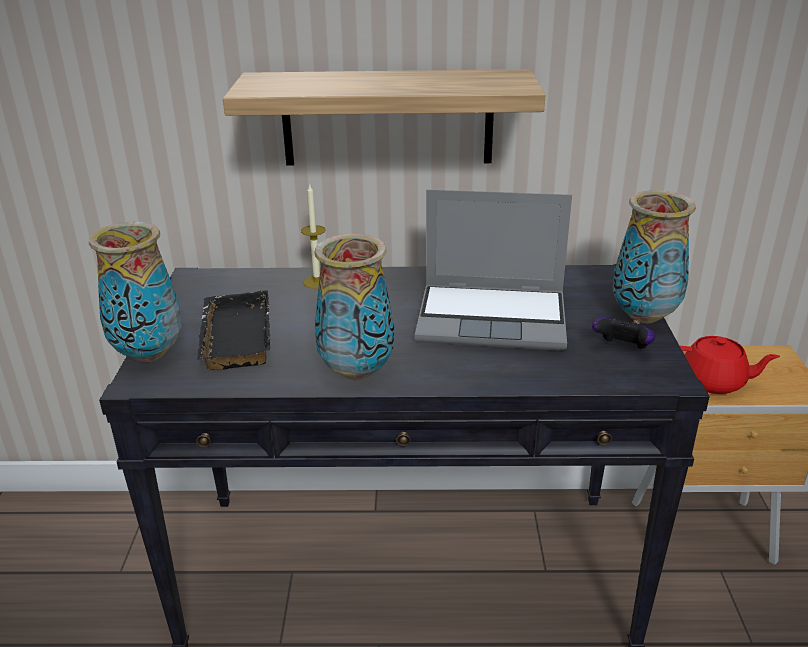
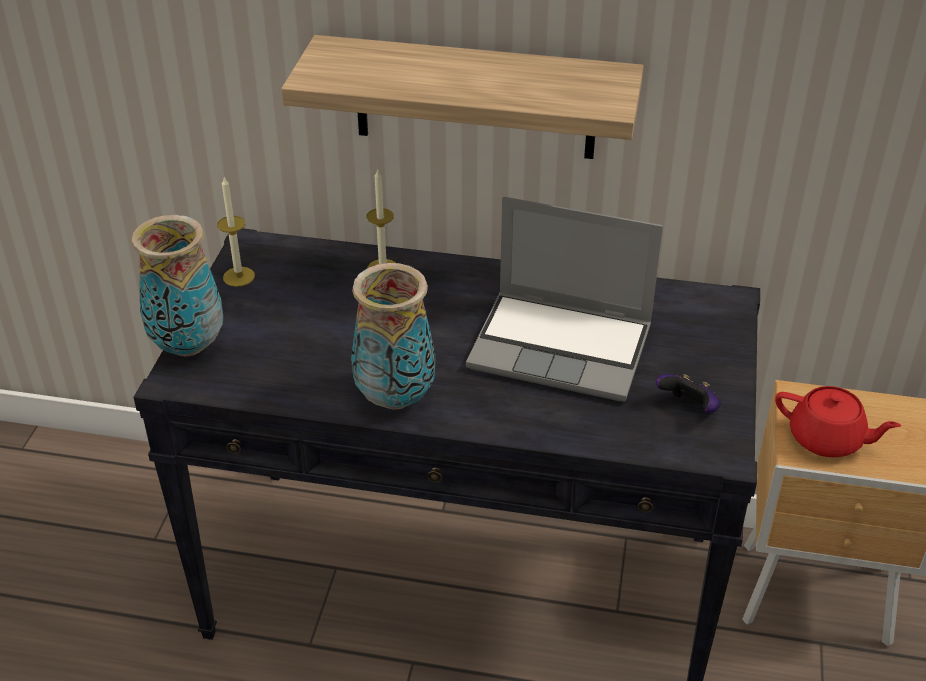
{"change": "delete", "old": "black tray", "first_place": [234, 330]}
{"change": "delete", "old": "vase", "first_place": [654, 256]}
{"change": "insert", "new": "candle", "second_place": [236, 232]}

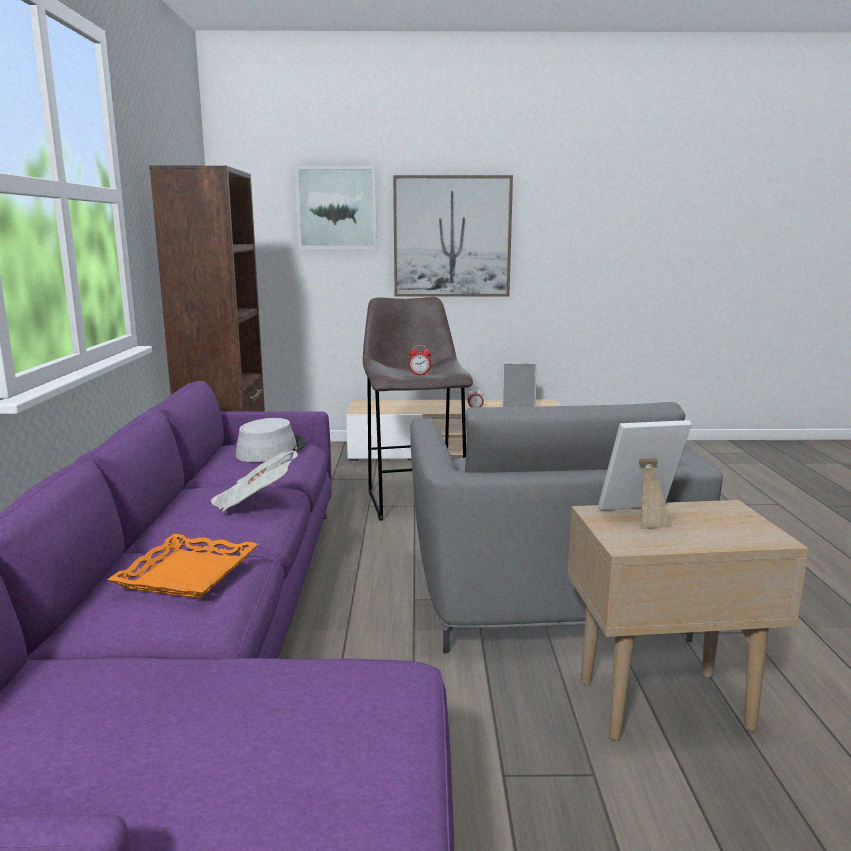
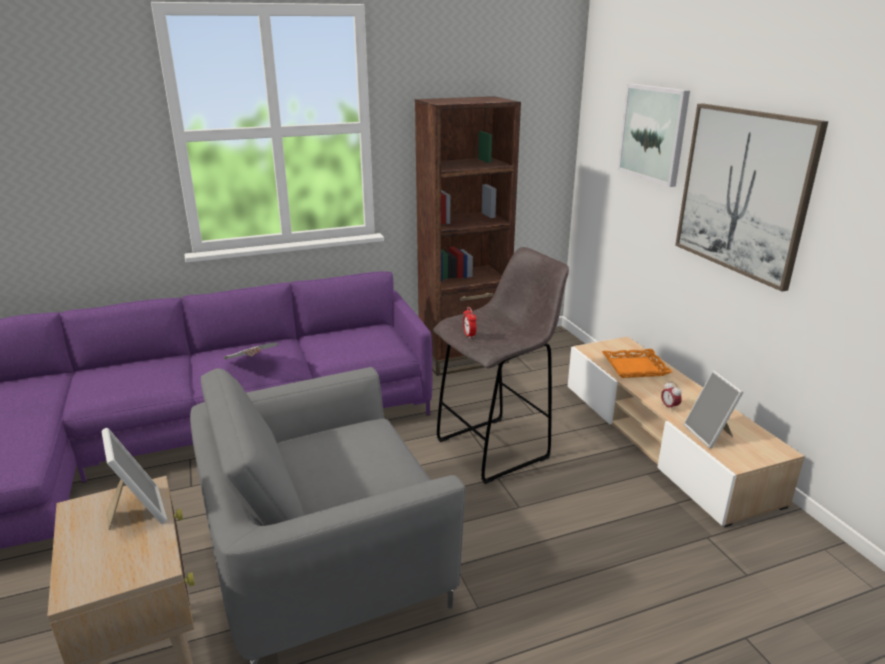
{"change": "delete", "old": "grey hat", "first_place": [271, 440]}
{"change": "move", "old": "orange tray", "first_place": [182, 566], "second_place": [637, 363]}

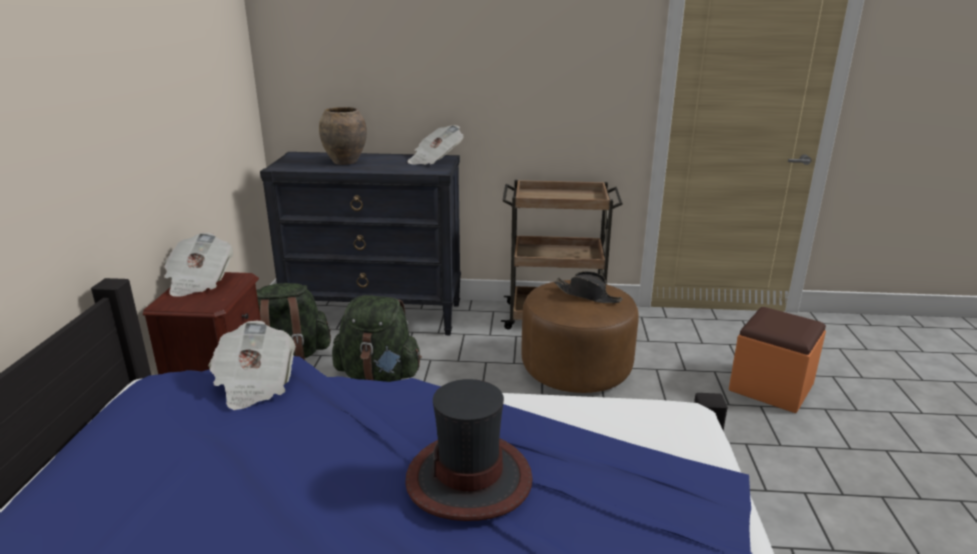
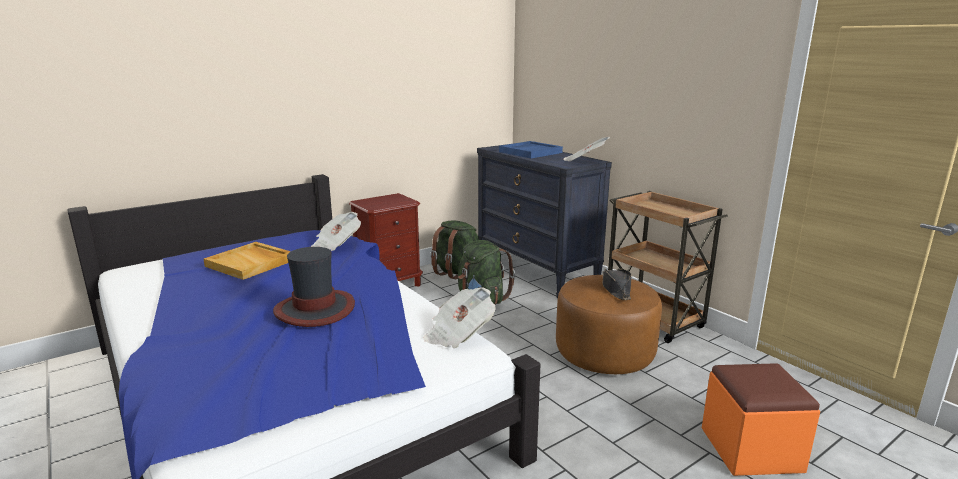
{"change": "insert", "new": "beige tray", "second_place": [247, 261]}
{"change": "move", "old": "newspaper", "first_place": [199, 264], "second_place": [459, 318]}
{"change": "replace", "old": "brown vase", "new": "blue tray", "first_place": [343, 136], "second_place": [531, 149]}

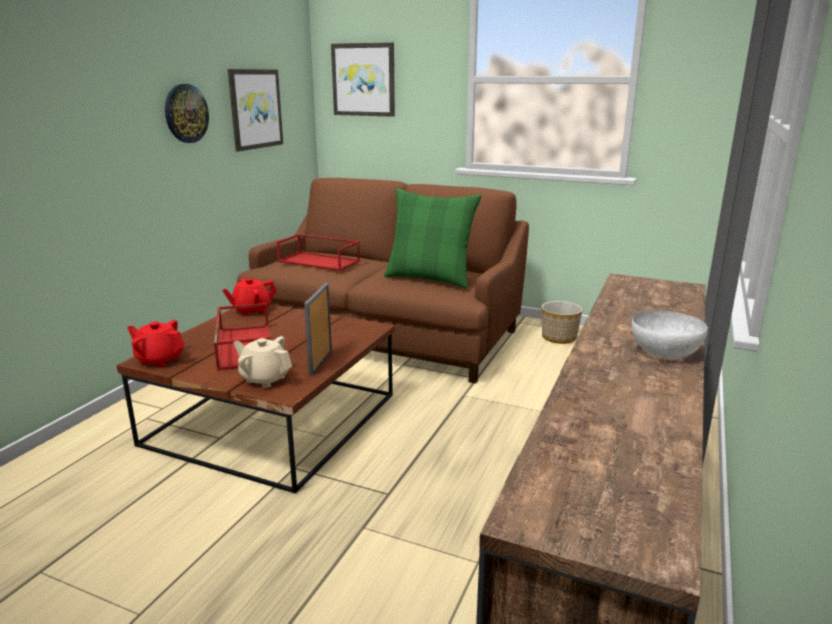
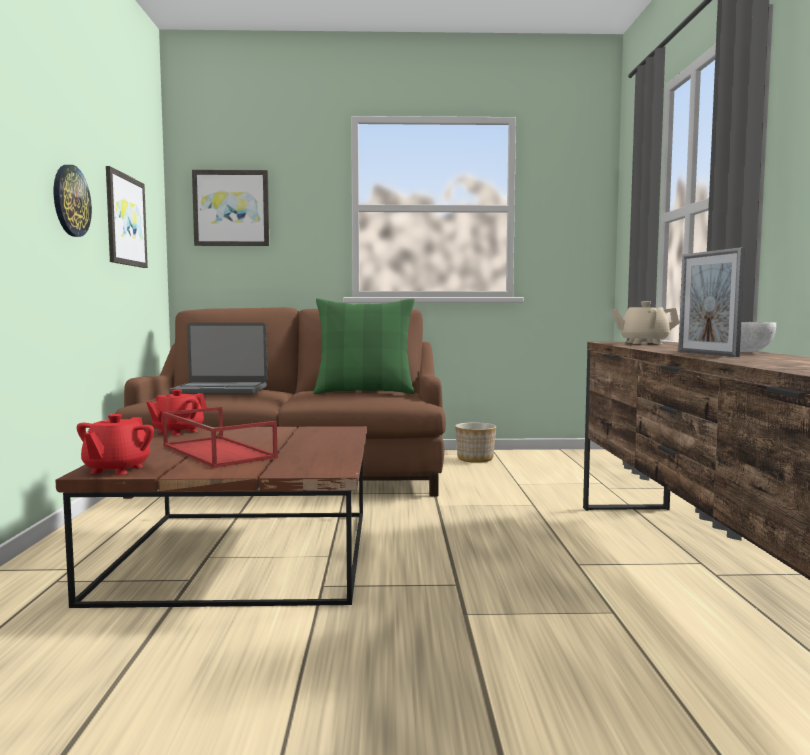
{"change": "move", "old": "beige teapot", "first_place": [263, 362], "second_place": [645, 322]}
{"change": "move", "old": "picture frame", "first_place": [318, 329], "second_place": [711, 302]}
{"change": "replace", "old": "red tray", "new": "laptop", "first_place": [318, 252], "second_place": [218, 358]}
{"change": "rotate", "old": "red teapot", "first_place": [156, 344], "second_place": [115, 444], "degrees": -75}

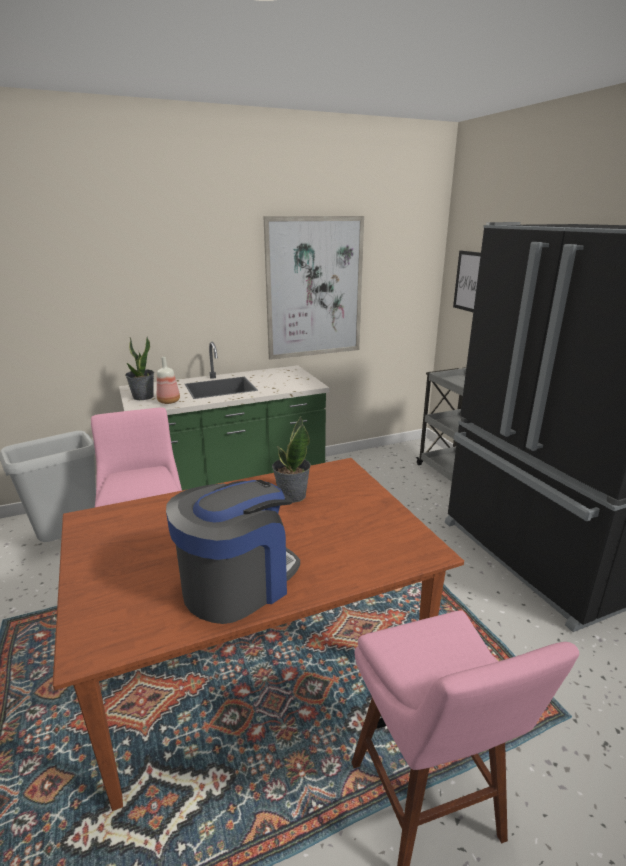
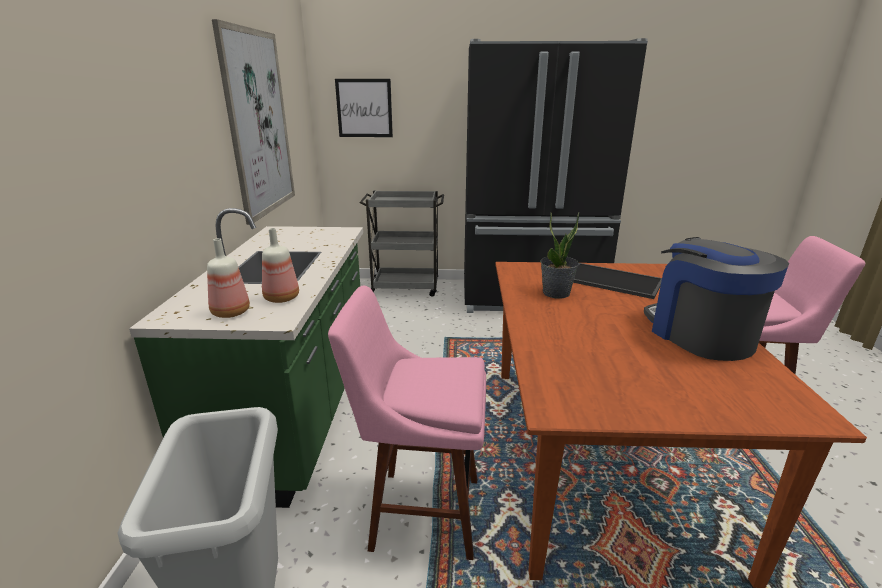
{"change": "insert", "new": "tray", "second_place": [617, 281]}
{"change": "replace", "old": "potted plant", "new": "bottle", "first_place": [139, 368], "second_place": [228, 278]}

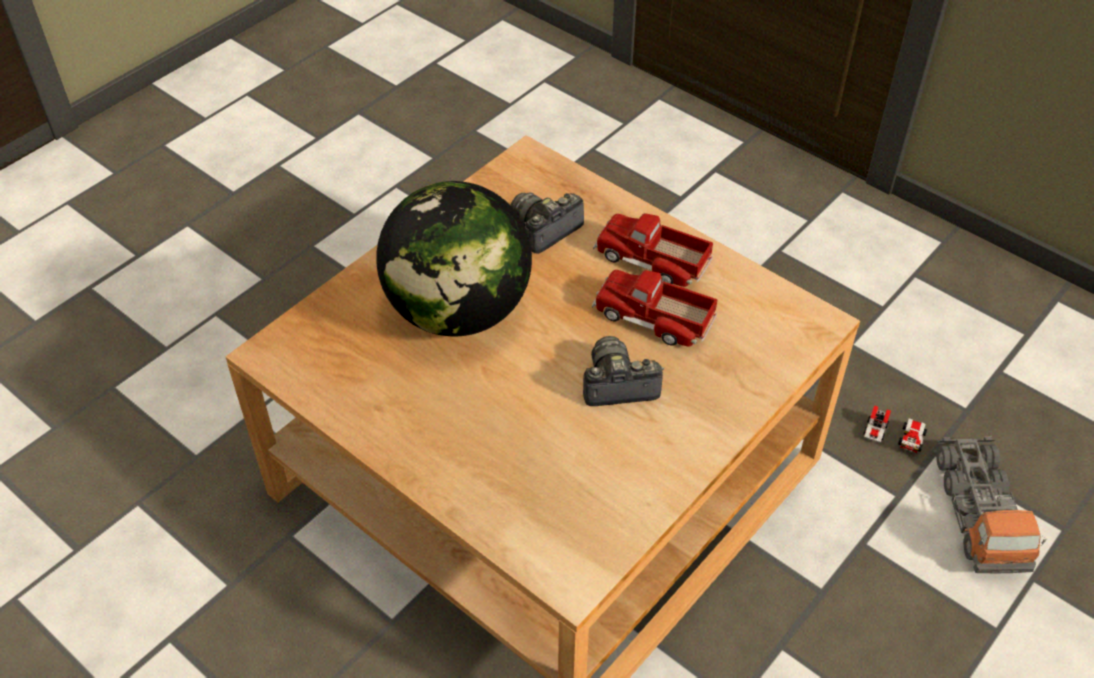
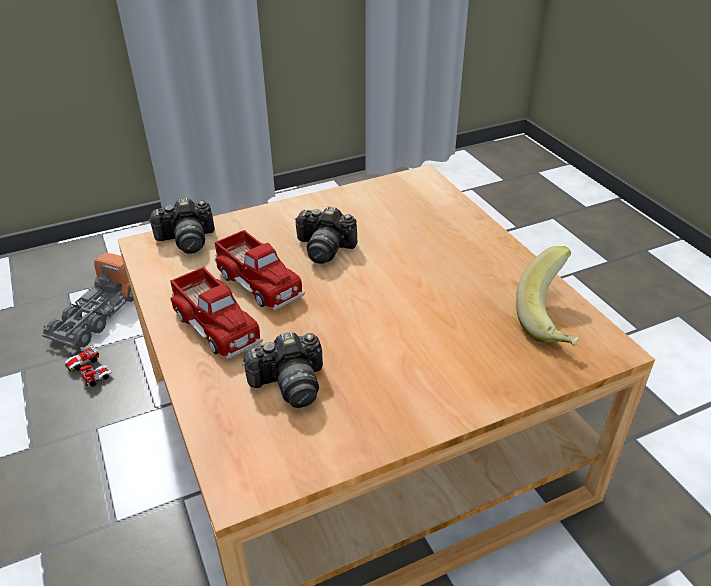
{"change": "delete", "old": "globe", "first_place": [454, 258]}
{"change": "insert", "new": "photo camera", "second_place": [181, 225]}
{"change": "insert", "new": "banana", "second_place": [547, 296]}

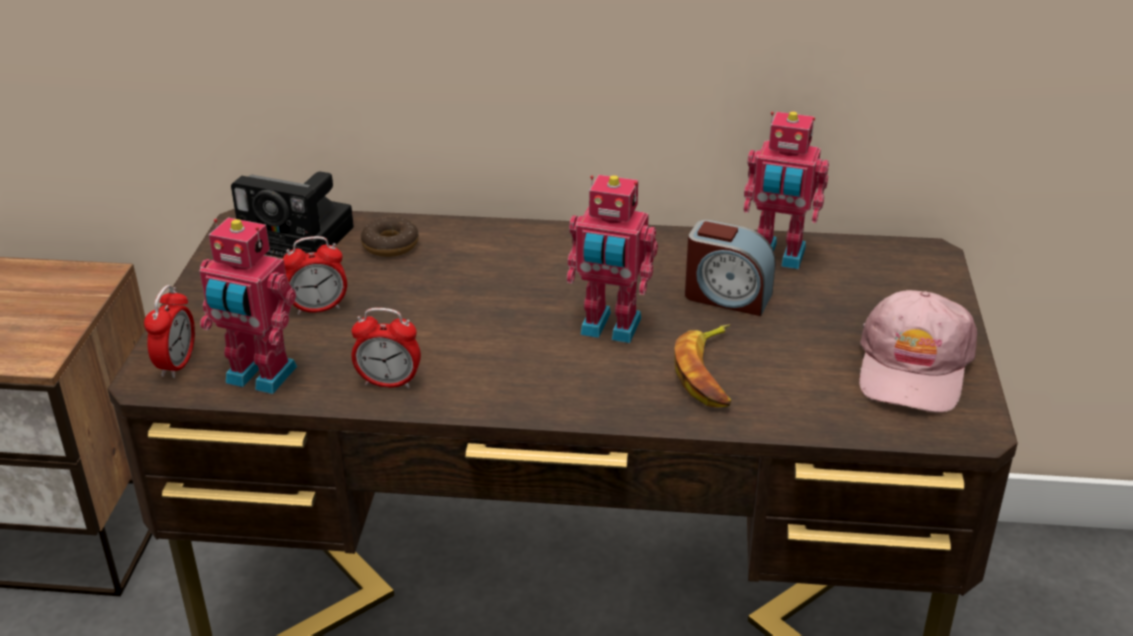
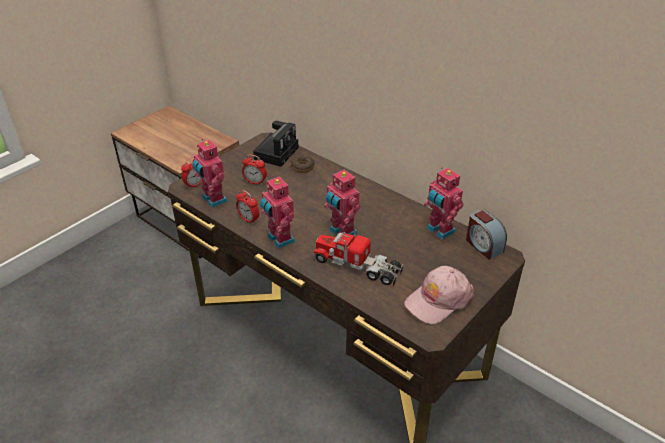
{"change": "insert", "new": "toy robot", "second_place": [277, 212]}
{"change": "move", "old": "alarm clock", "first_place": [730, 268], "second_place": [486, 234]}
{"change": "replace", "old": "banana", "new": "toy truck", "first_place": [702, 365], "second_place": [357, 257]}
{"change": "rotate", "old": "photo camera", "first_place": [292, 214], "second_place": [276, 144], "degrees": -120}

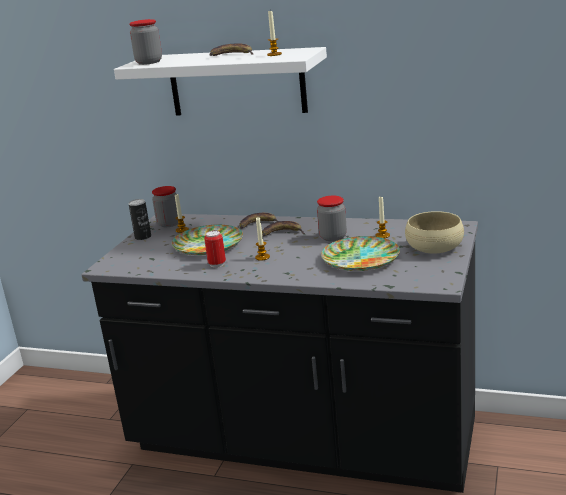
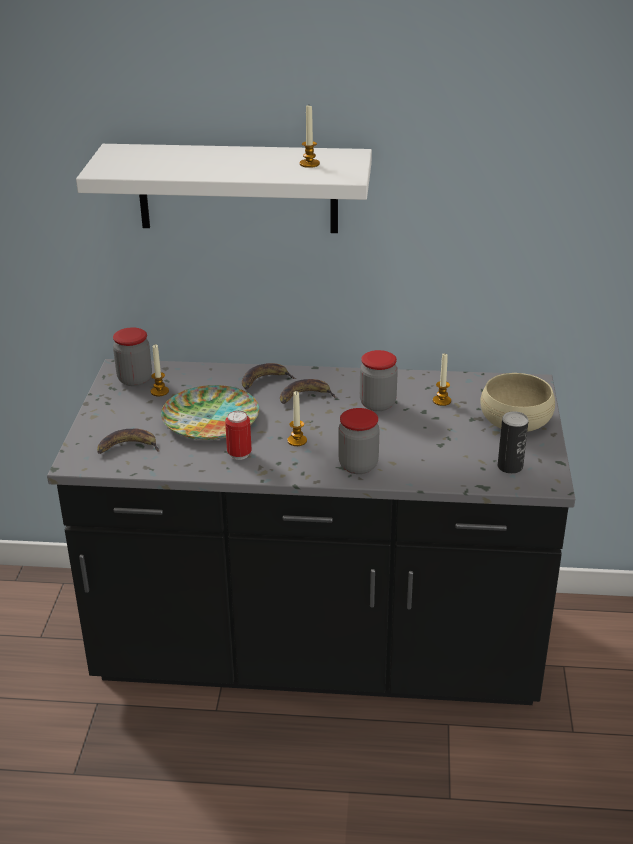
{"change": "delete", "old": "plate", "first_place": [360, 253]}
{"change": "move", "old": "jar", "first_place": [145, 42], "second_place": [359, 441]}
{"change": "move", "old": "can", "first_place": [140, 219], "second_place": [513, 442]}
{"change": "move", "old": "banana", "first_place": [231, 50], "second_place": [128, 441]}

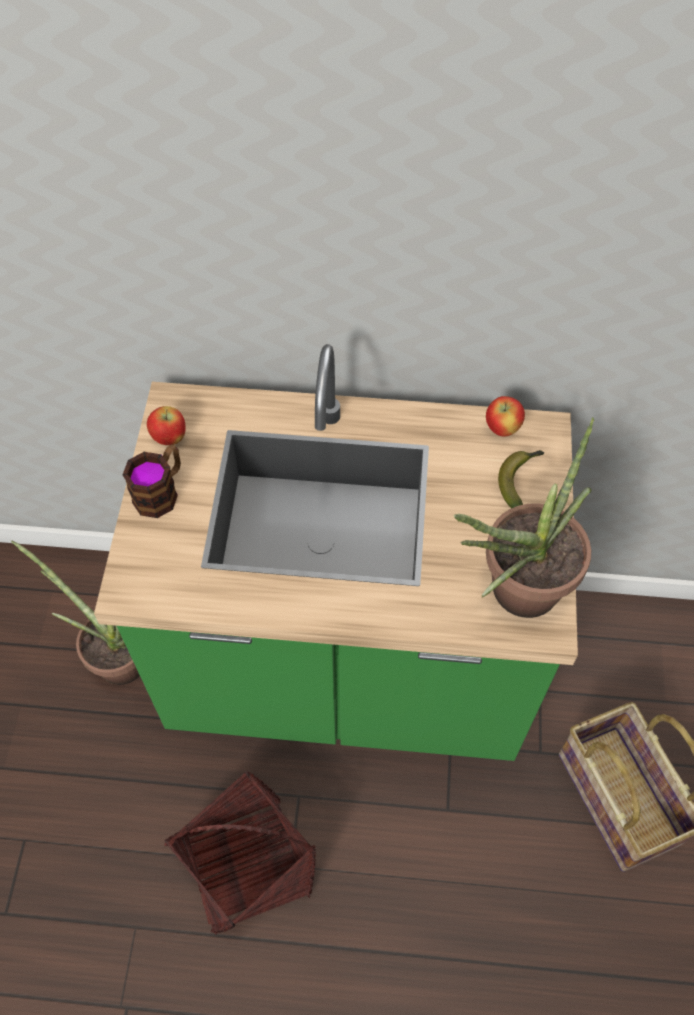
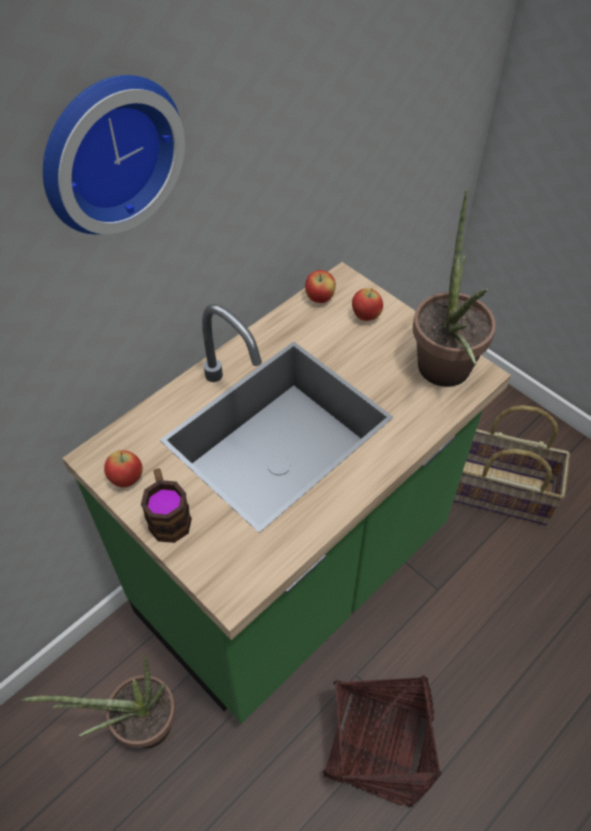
{"change": "insert", "new": "wall clock", "second_place": [114, 154]}
{"change": "replace", "old": "banana", "new": "apple", "first_place": [521, 479], "second_place": [367, 304]}

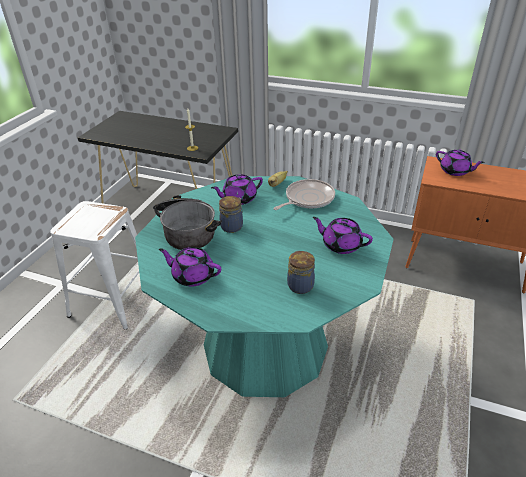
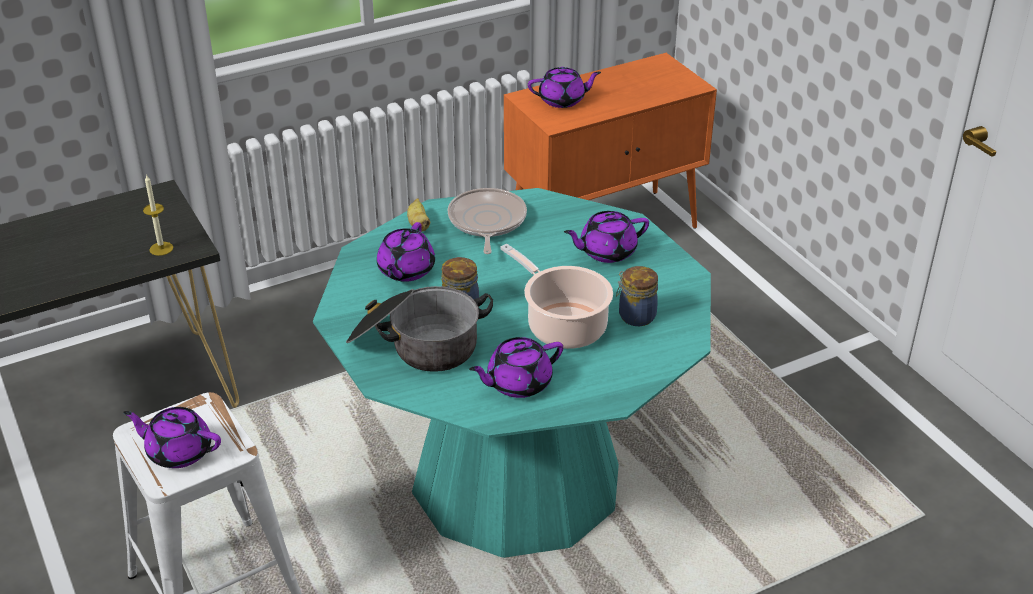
{"change": "insert", "new": "purple teapot", "second_place": [172, 437]}
{"change": "insert", "new": "cooking pot", "second_place": [557, 296]}

